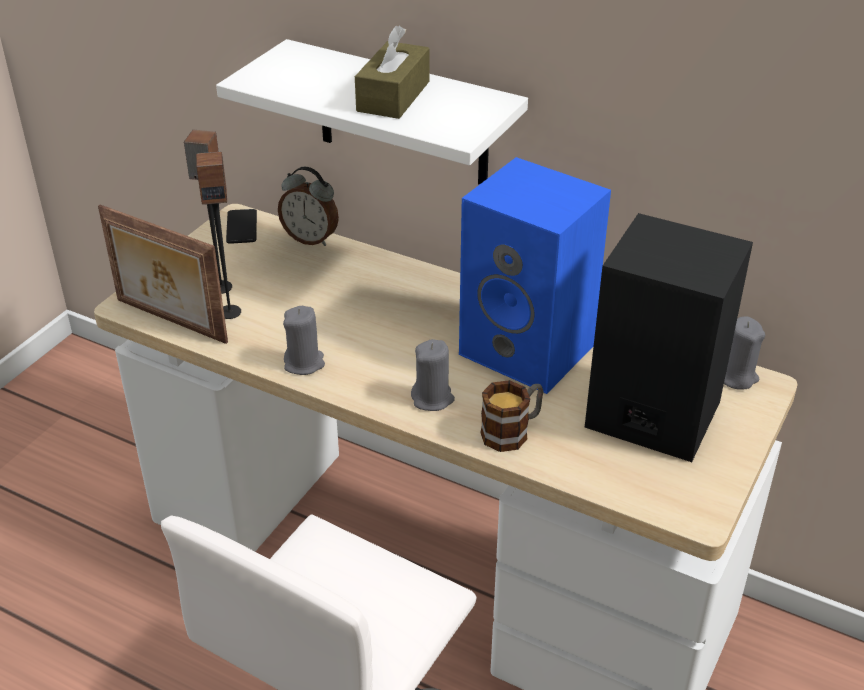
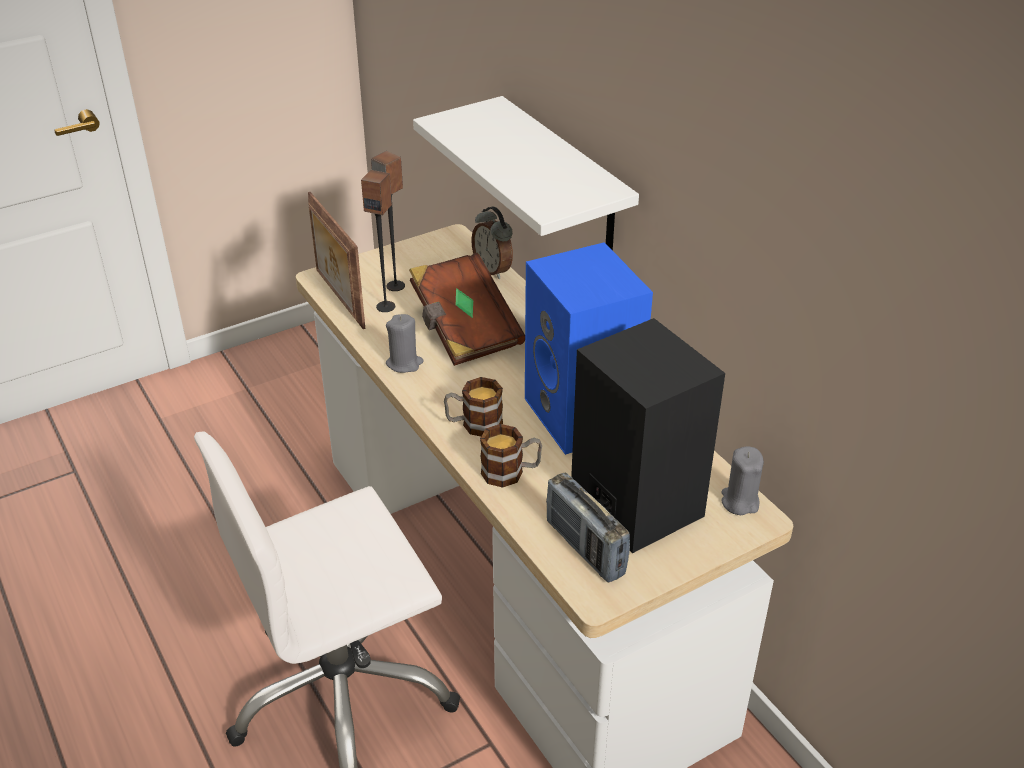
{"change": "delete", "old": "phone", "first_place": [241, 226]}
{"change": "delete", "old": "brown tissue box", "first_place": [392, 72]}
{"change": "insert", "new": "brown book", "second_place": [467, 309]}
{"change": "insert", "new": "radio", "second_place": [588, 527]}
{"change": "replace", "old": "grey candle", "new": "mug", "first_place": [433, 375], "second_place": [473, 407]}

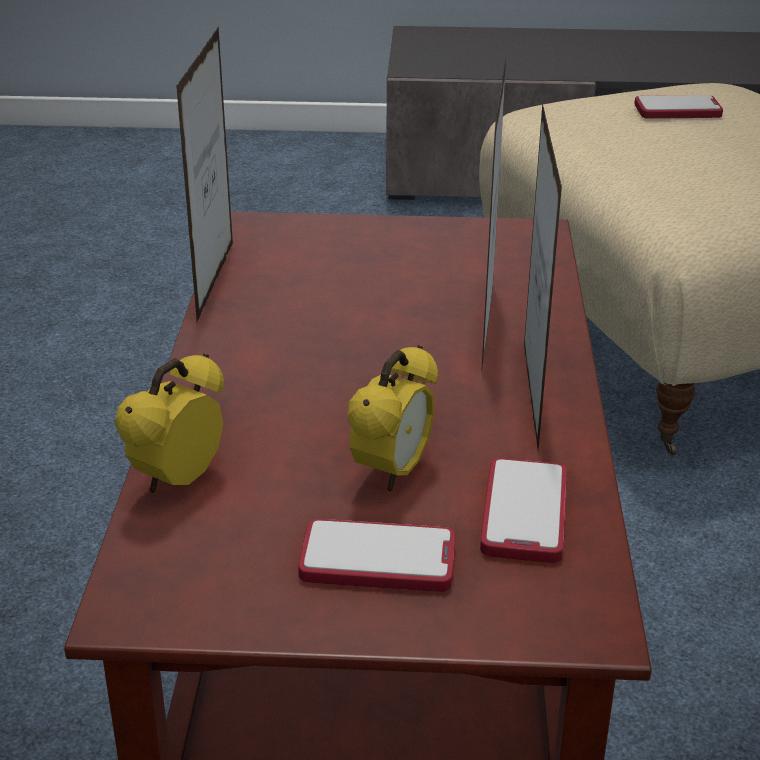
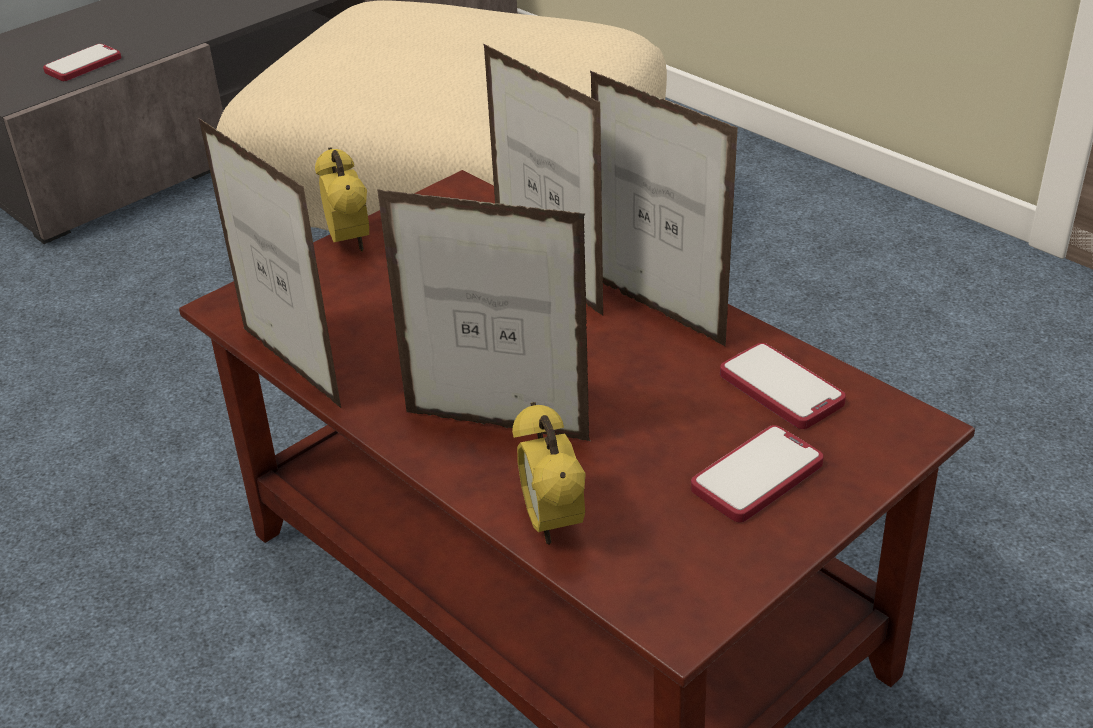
{"change": "insert", "new": "picture frame", "second_place": [484, 315]}
{"change": "move", "old": "alarm clock", "first_place": [392, 418], "second_place": [342, 199]}
{"change": "move", "old": "phone", "first_place": [678, 107], "second_place": [82, 62]}

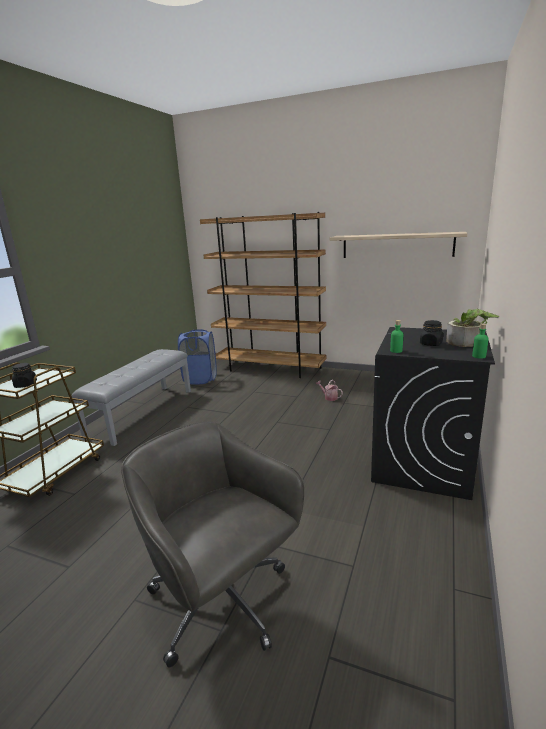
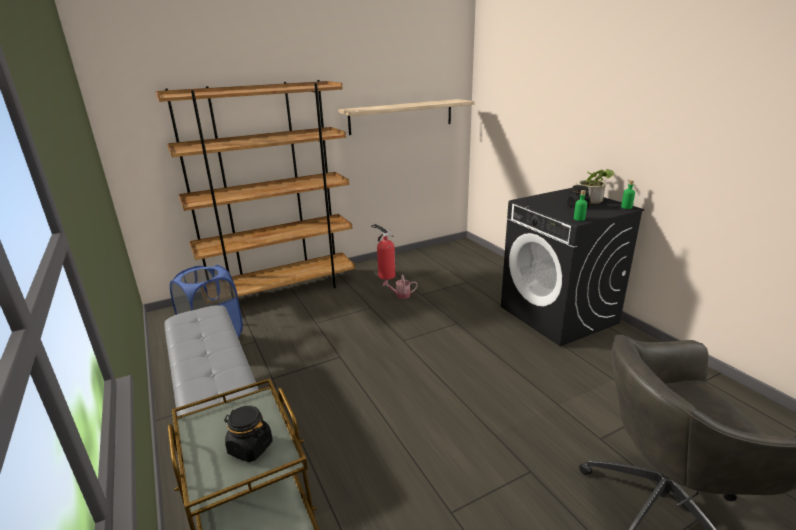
{"change": "insert", "new": "fire extinguisher", "second_place": [383, 252]}

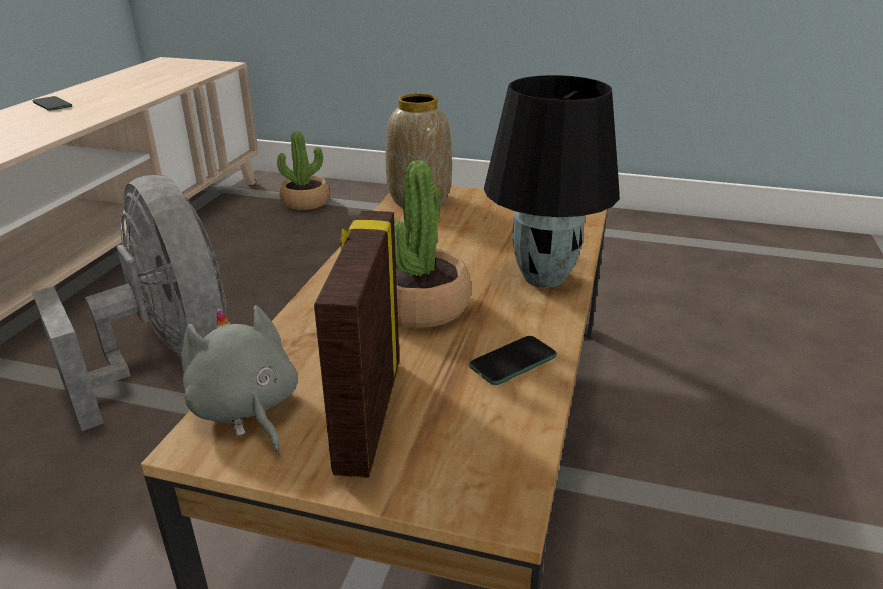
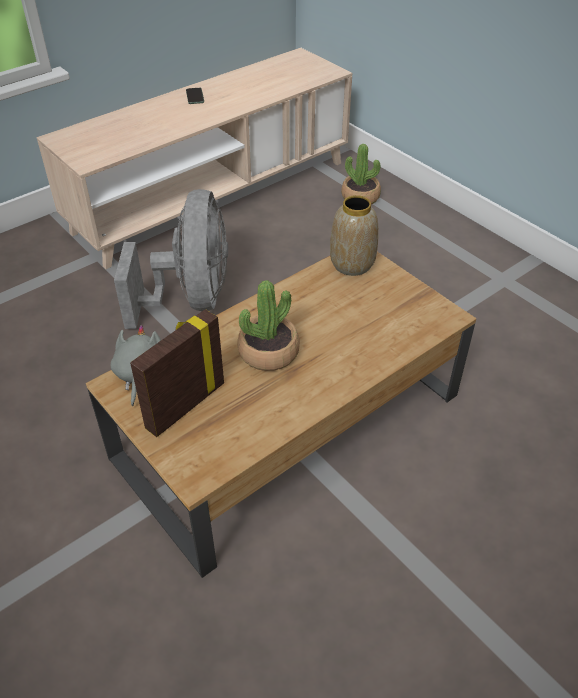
{"change": "delete", "old": "phone", "first_place": [513, 360]}
{"change": "delete", "old": "black table lamp", "first_place": [552, 181]}

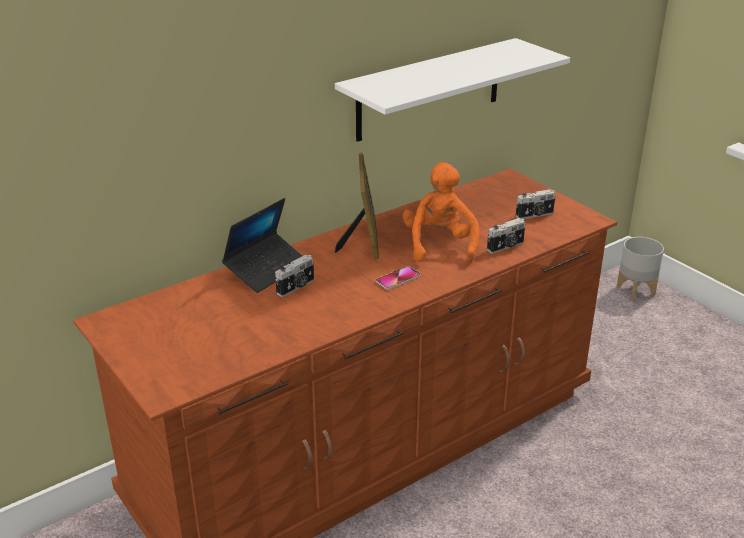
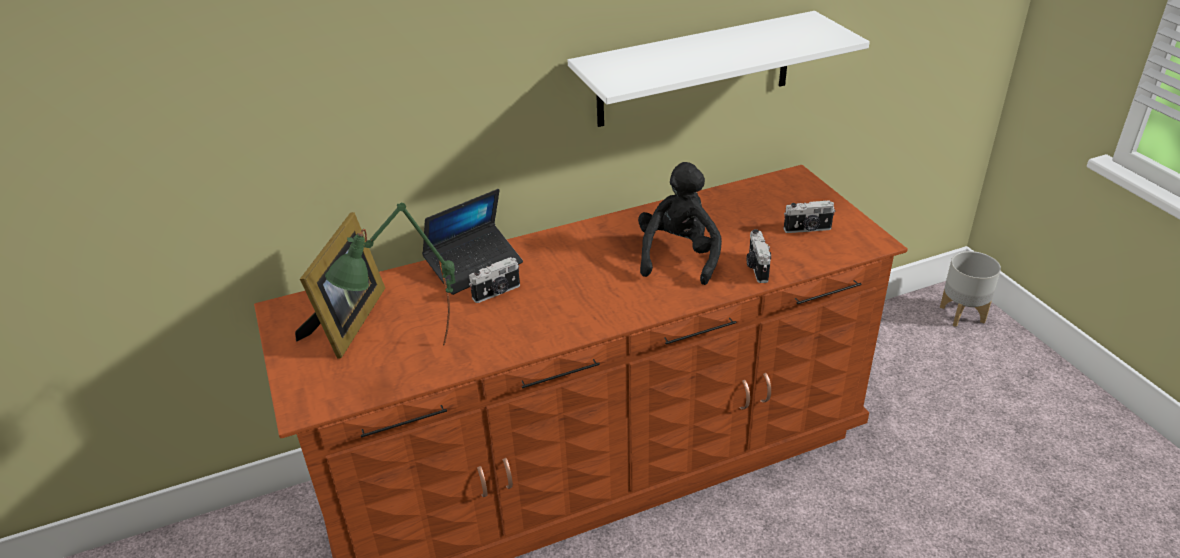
{"change": "delete", "old": "phone", "first_place": [398, 278]}
{"change": "insert", "new": "green table lamp", "second_place": [390, 274]}
{"change": "move", "old": "picture frame", "first_place": [356, 206], "second_place": [340, 285]}
{"change": "recolor", "old": "orange plush toy", "new": "black plush toy", "first_place": [441, 212], "second_place": [680, 223]}
{"change": "rotate", "old": "photo camera", "first_place": [506, 236], "second_place": [759, 256], "degrees": 105}

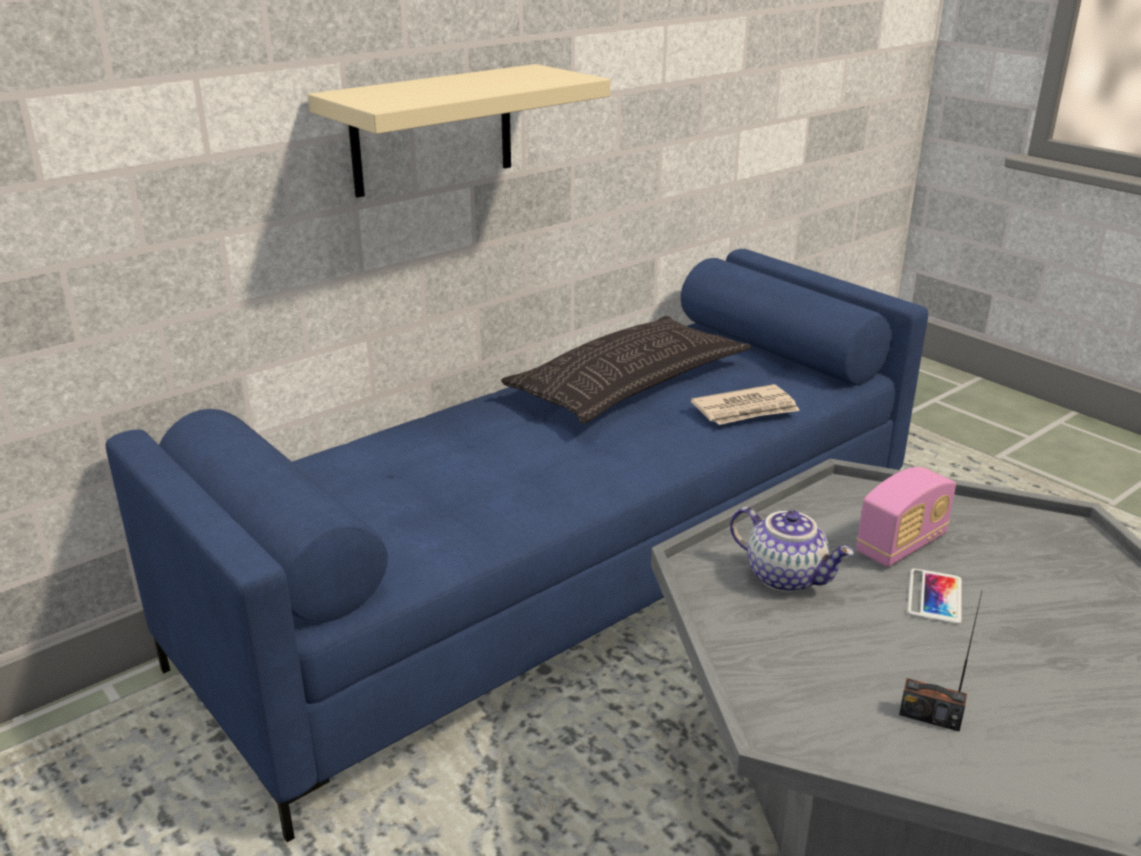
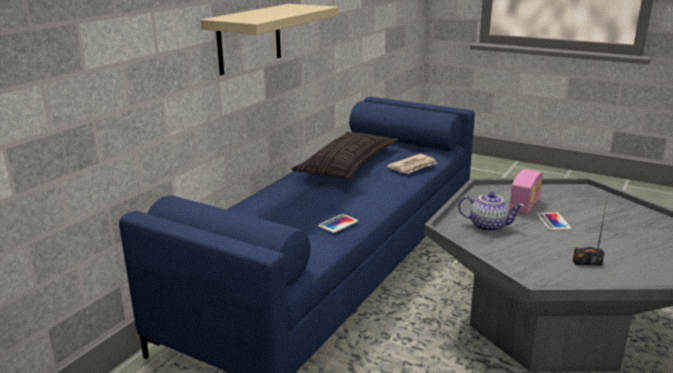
{"change": "insert", "new": "phone", "second_place": [338, 223]}

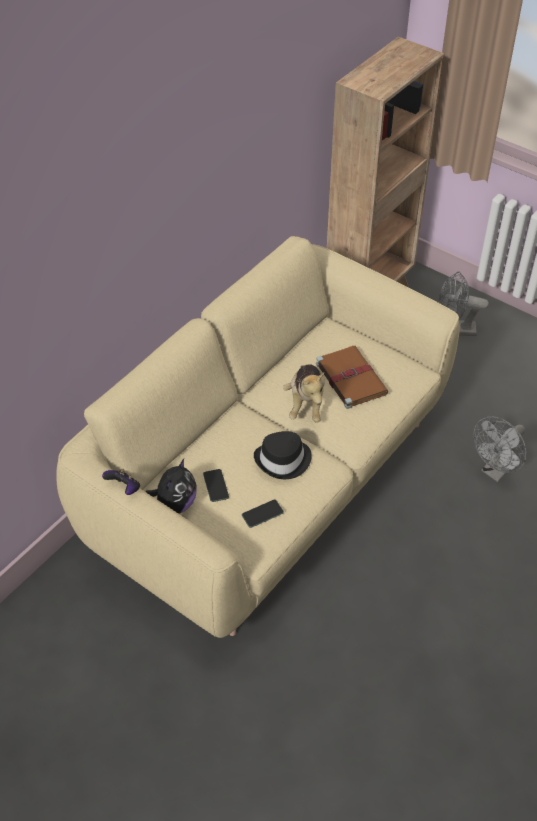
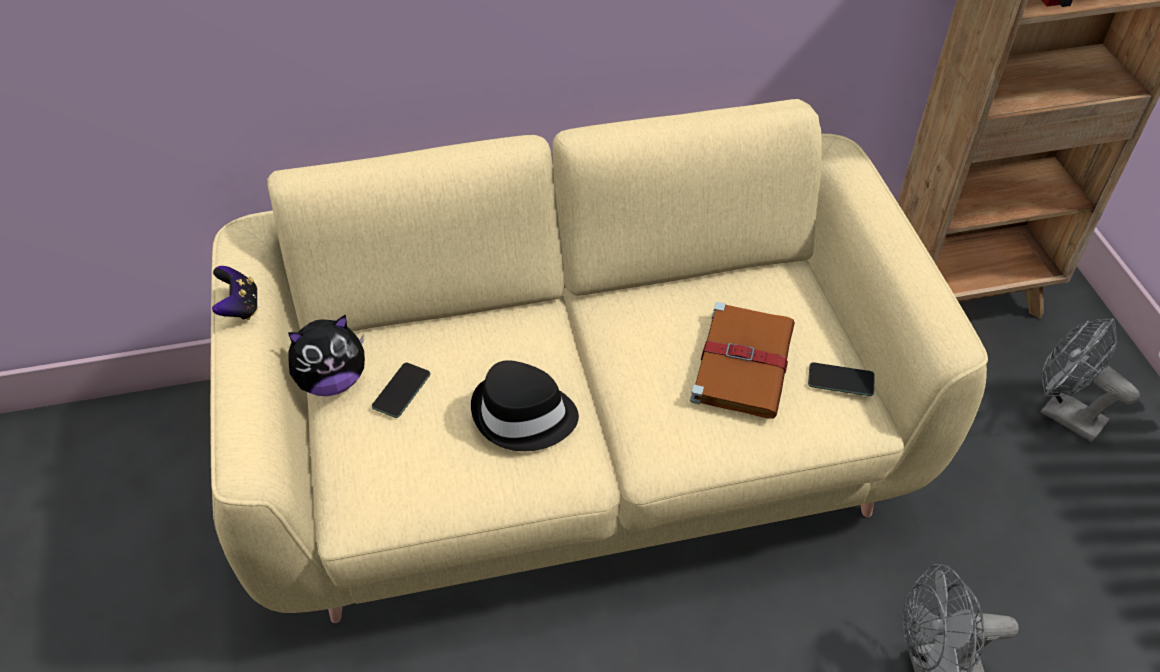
{"change": "delete", "old": "plush toy", "first_place": [304, 393]}
{"change": "move", "old": "phone", "first_place": [263, 514], "second_place": [841, 379]}

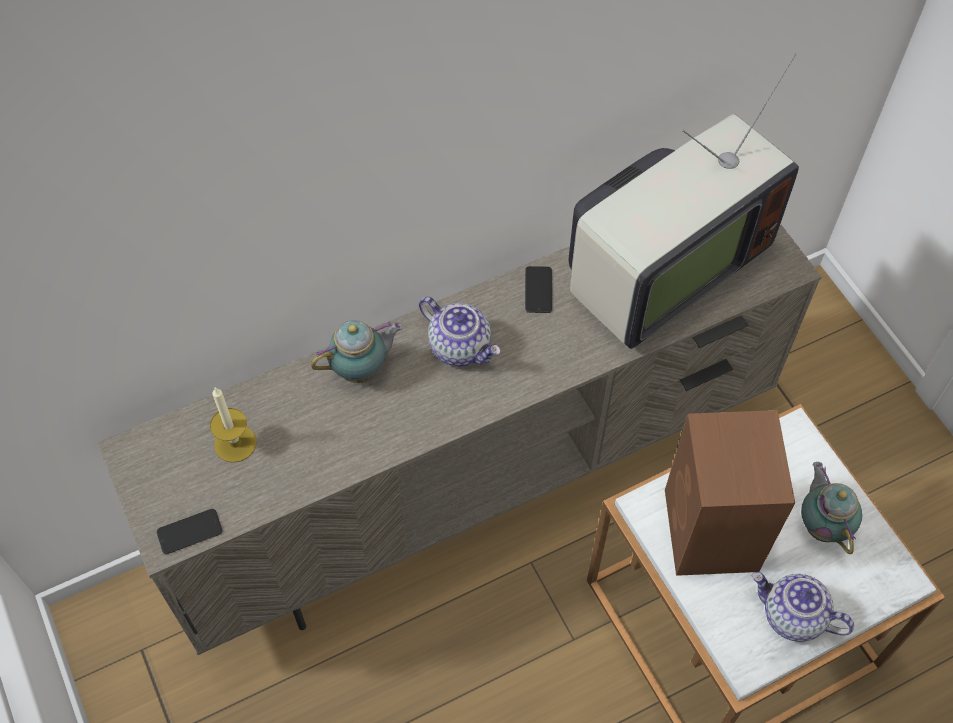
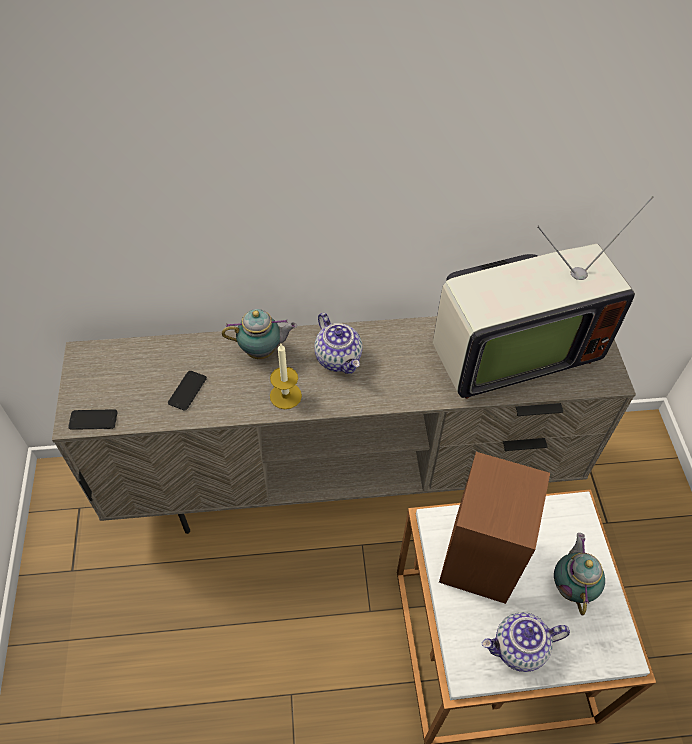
{"change": "move", "old": "candle", "first_place": [233, 425], "second_place": [286, 376]}
{"change": "move", "old": "phone", "first_place": [538, 289], "second_place": [187, 390]}
{"change": "rotate", "old": "teapot", "first_place": [802, 607], "second_place": [525, 642], "degrees": -60}

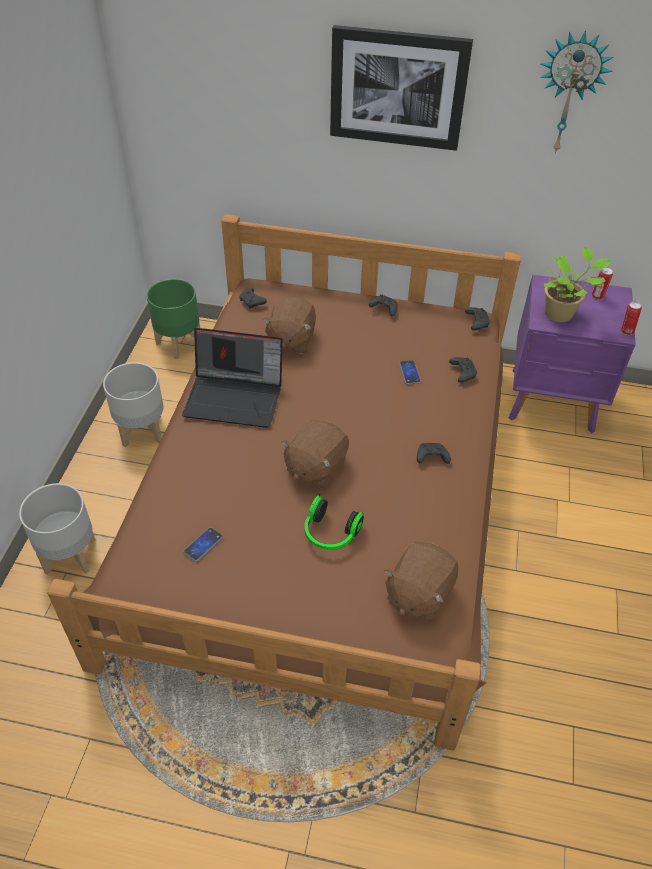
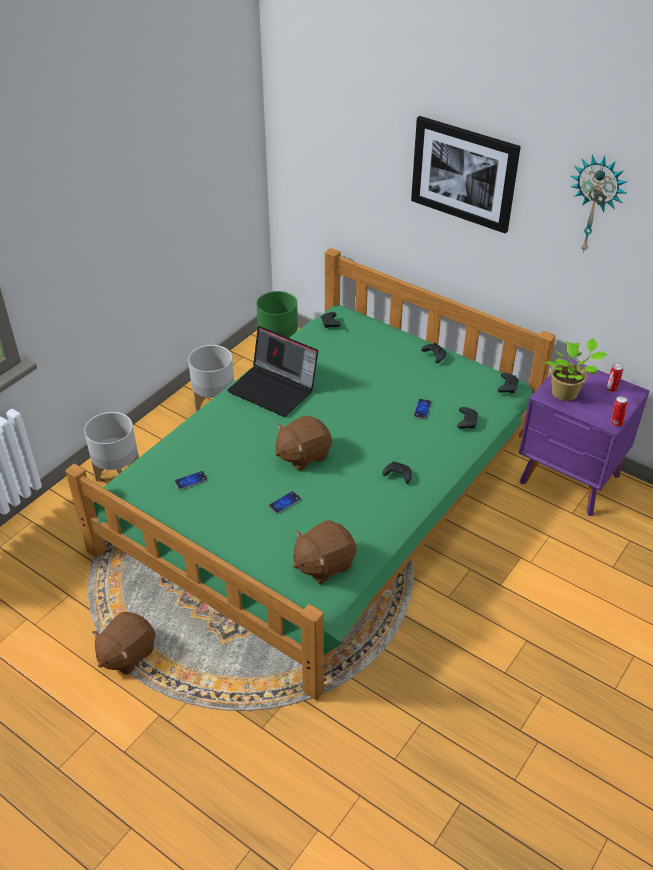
{"change": "move", "old": "brown plush toy", "first_place": [289, 325], "second_place": [124, 643]}
{"change": "replace", "old": "headphones", "new": "phone", "first_place": [334, 520], "second_place": [284, 502]}
{"change": "recolor", "old": "brown bed", "new": "green bed", "first_place": [284, 482], "second_place": [310, 474]}

